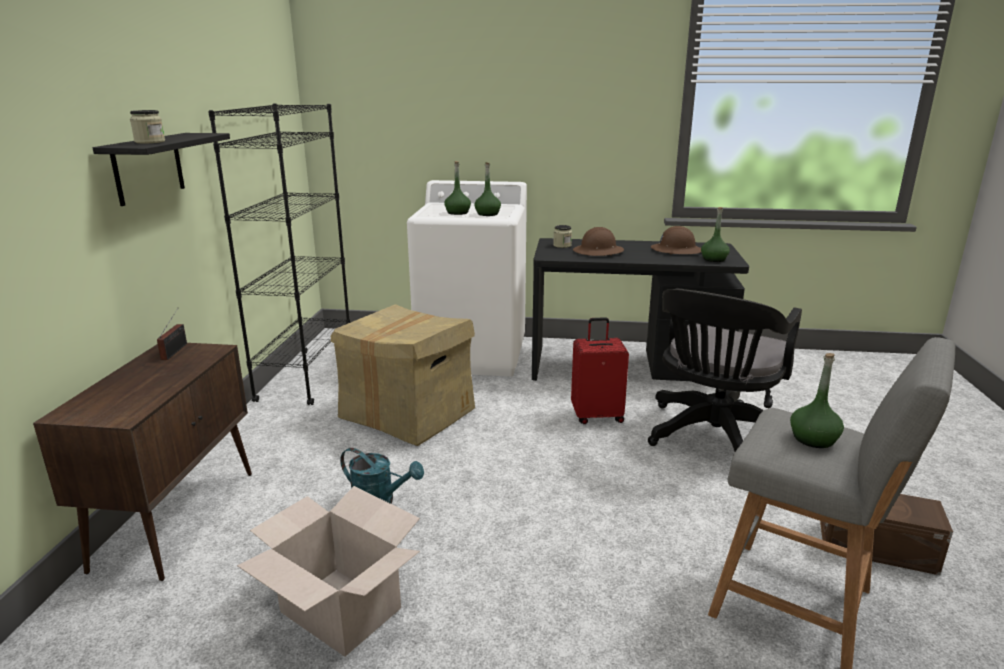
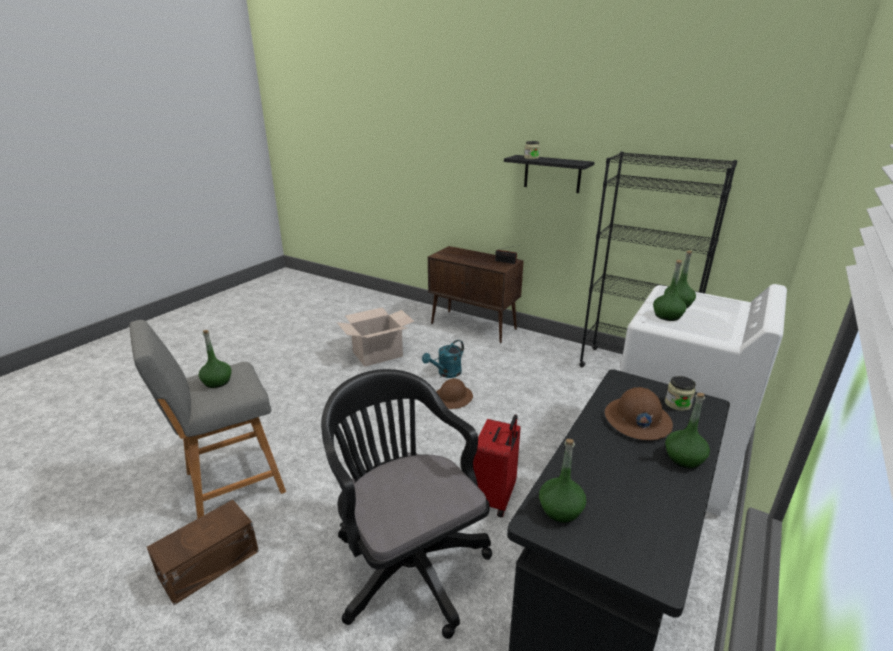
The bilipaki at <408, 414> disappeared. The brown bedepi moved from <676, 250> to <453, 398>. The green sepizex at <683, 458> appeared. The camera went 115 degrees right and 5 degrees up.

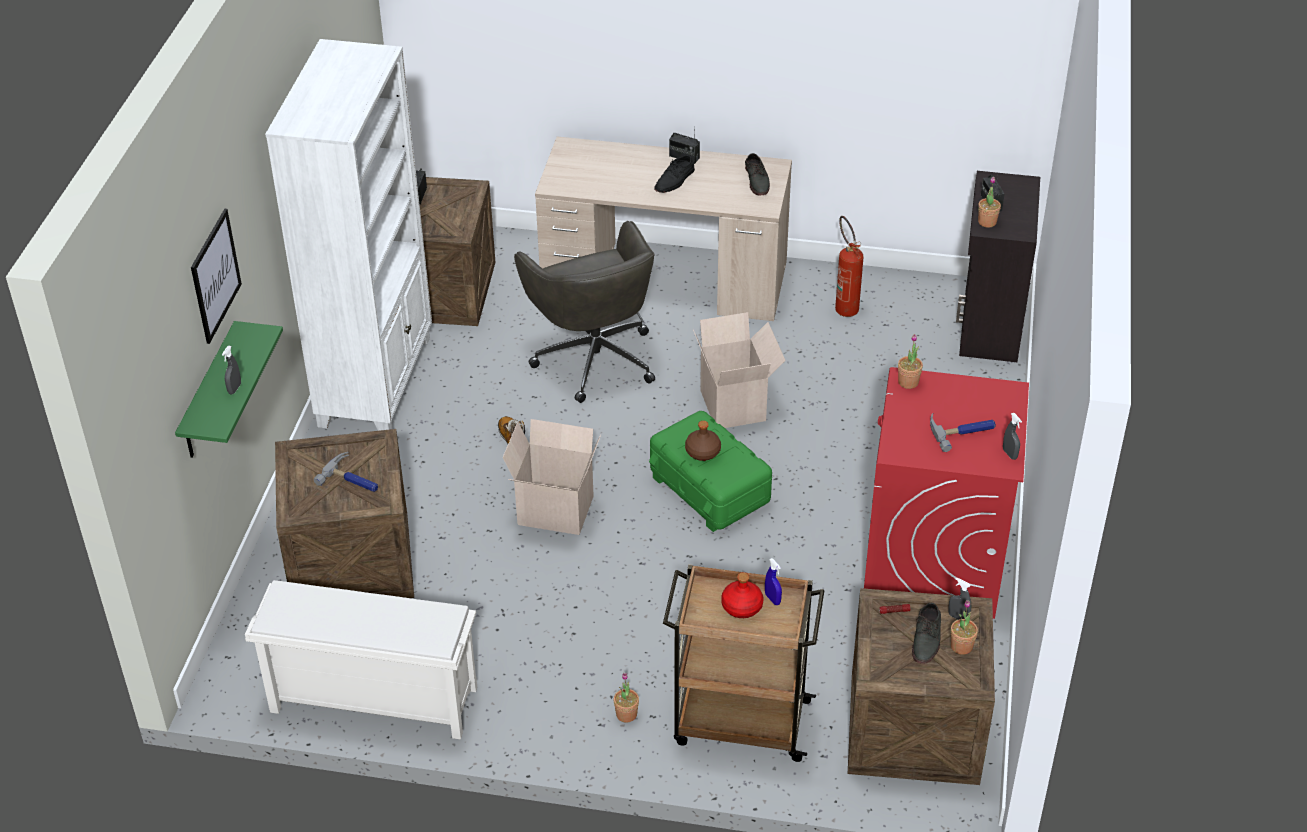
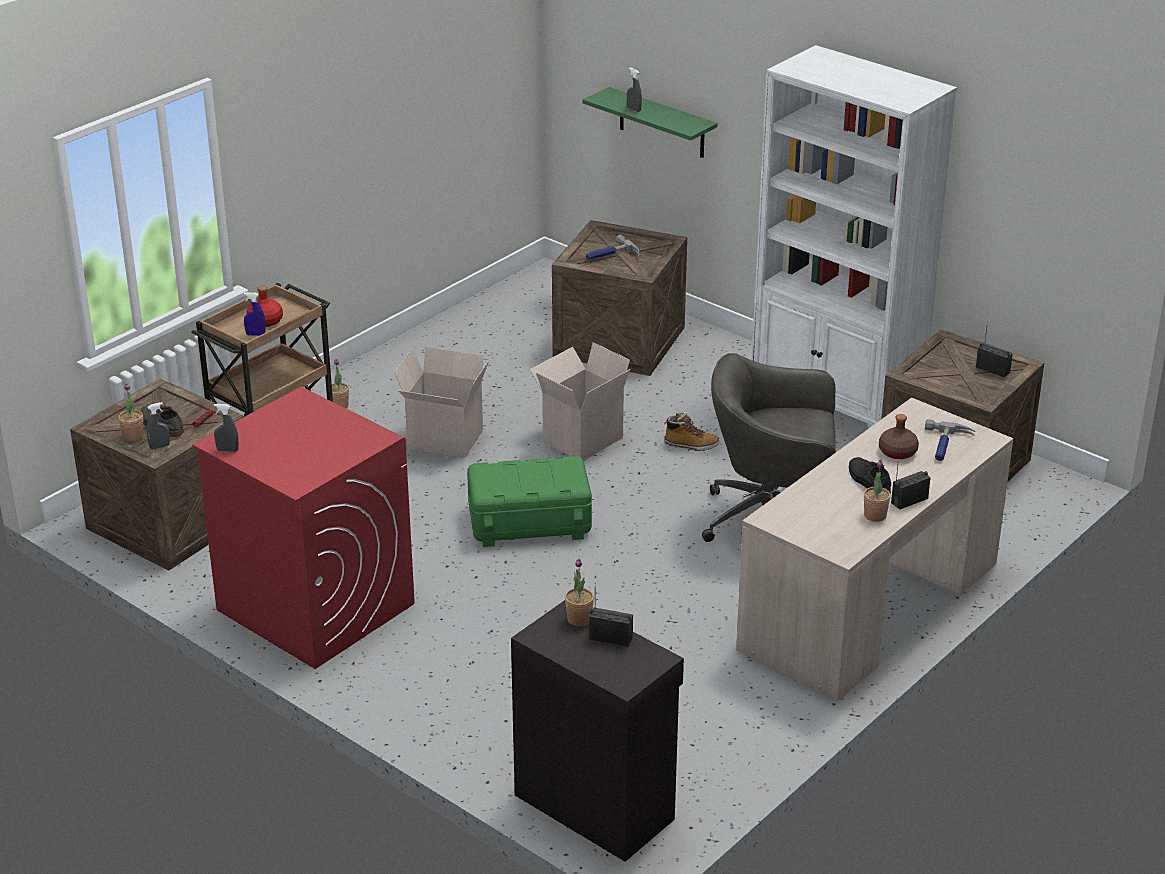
The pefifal at <215, 275> disappeared. The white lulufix at <371, 700> disappeared. The brown sepizex moved from <702, 451> to <897, 452>. The bilipaki moved from <735, 406> to <443, 440>. The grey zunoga at <757, 180> disappeared. The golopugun at <844, 306> disappeared. The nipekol moved from <908, 382> to <875, 515>. The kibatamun moved from <962, 431> to <946, 446>. The camera went 120 degrees right and 10 degrees down.

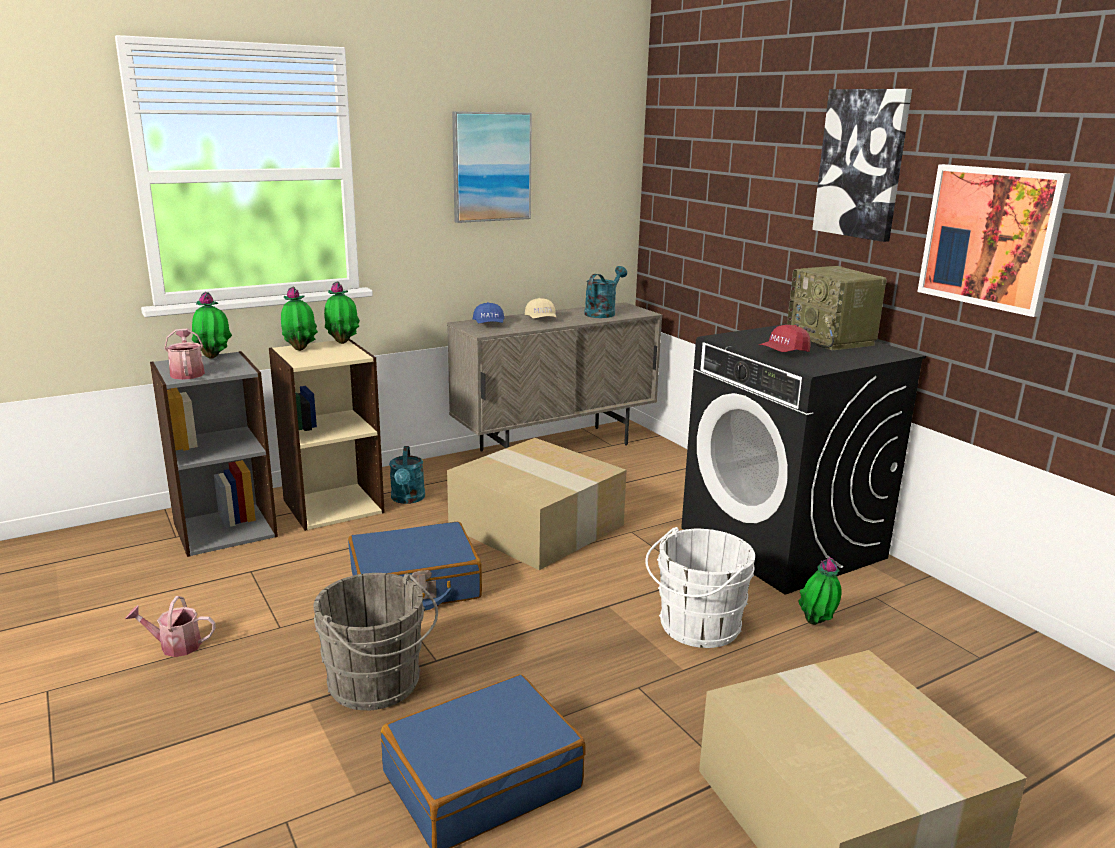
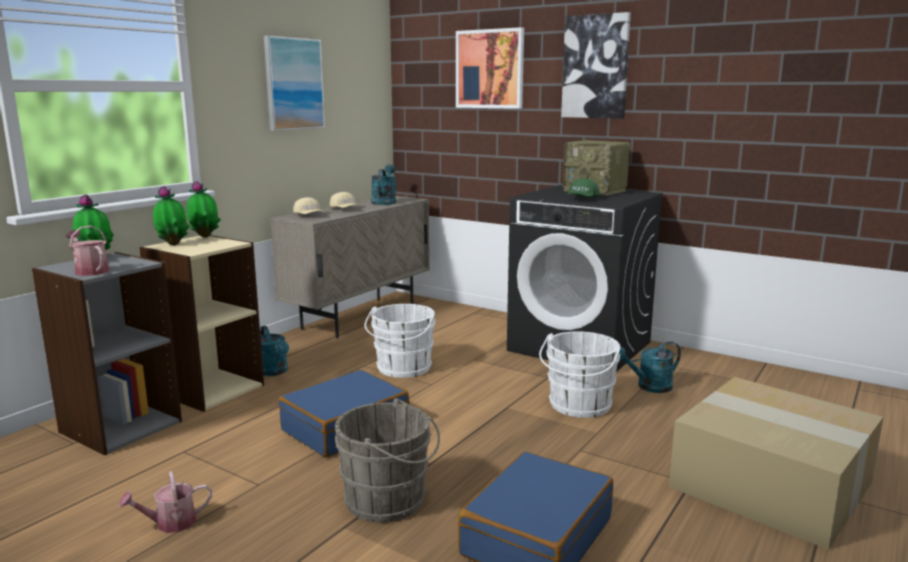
The bilipaki at <539, 526> was replaced by the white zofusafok at <402, 369>. The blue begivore at <489, 325> became the beige begivore at <309, 216>. The red begivore at <783, 353> became the green begivore at <582, 199>. The nipekol at <817, 624> was replaced by the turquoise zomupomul at <649, 387>. The pefifal moved from <990, 237> to <490, 69>. The camera went 25 degrees left and 5 degrees down.

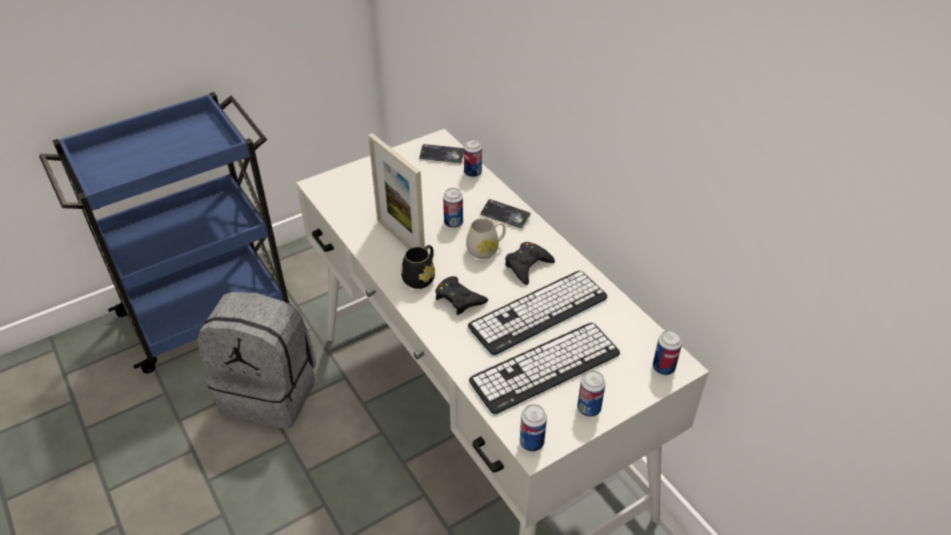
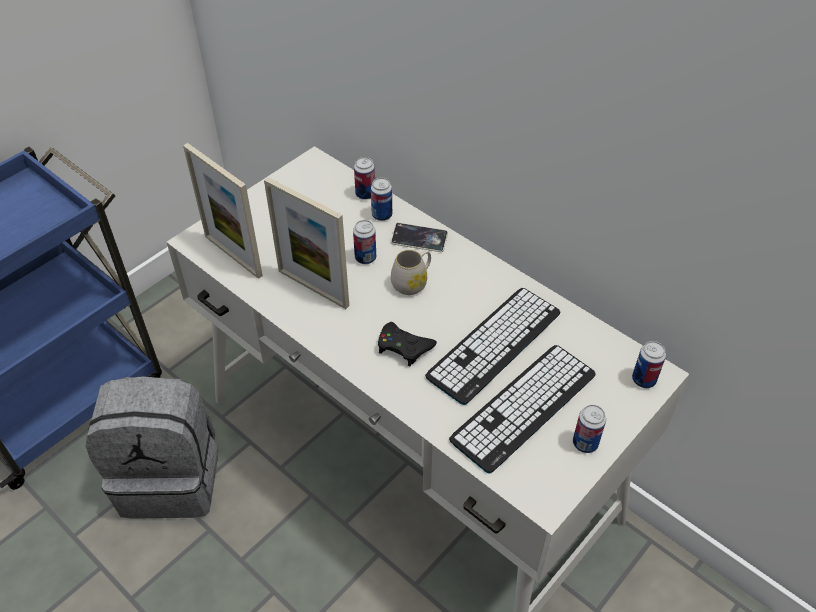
The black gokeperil at <421, 277> disappeared. The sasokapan at <442, 157> disappeared. The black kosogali at <527, 266> disappeared. The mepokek moved from <531, 442> to <382, 215>. The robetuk at <233, 256> appeared. The camera went 15 degrees left and 5 degrees up.

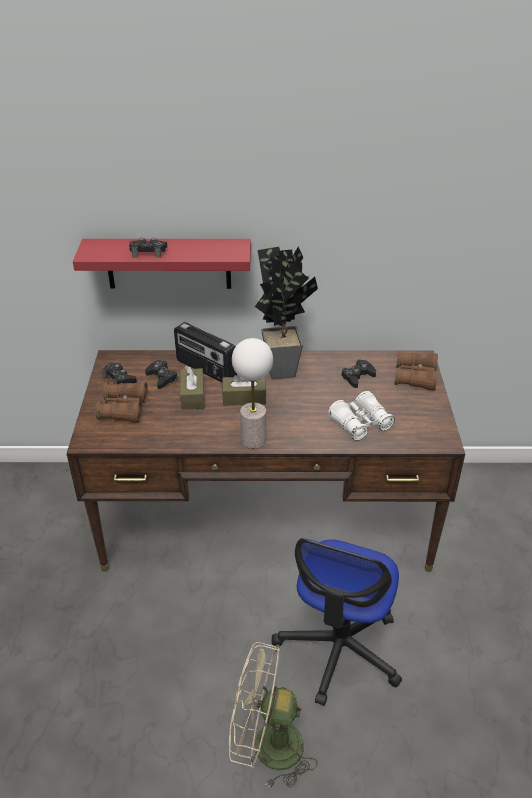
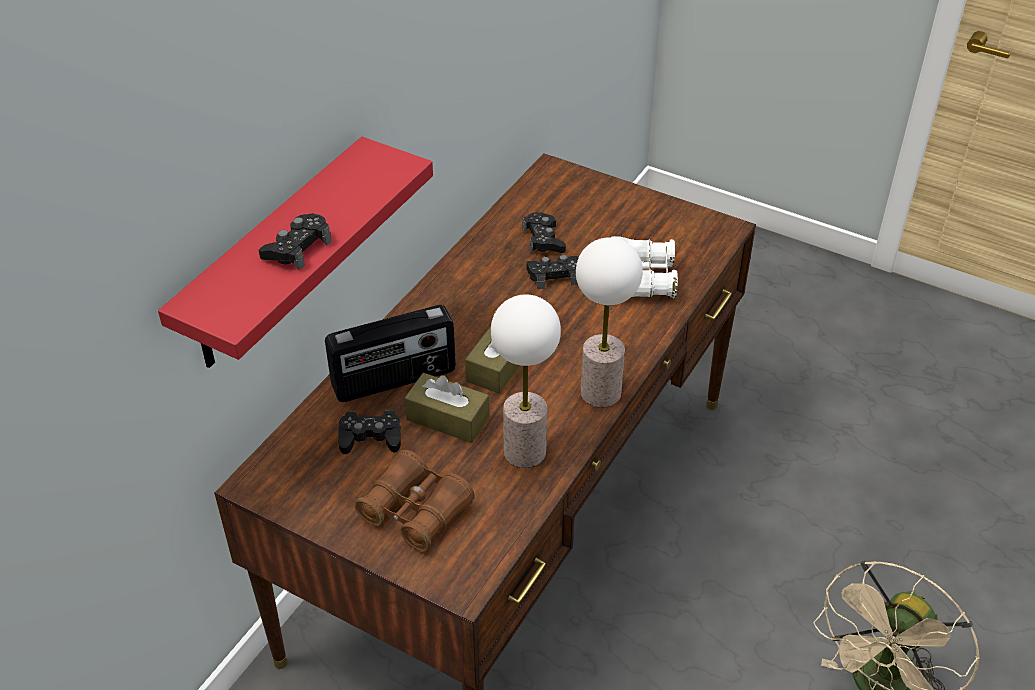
The black kosogali moved from <119, 379> to <554, 275>. The nipekol at <283, 367> disappeared. The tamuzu at <339, 648> disappeared. The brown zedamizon at <415, 377> disappeared. The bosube at <525, 452> appeared. The camera went 60 degrees left and 5 degrees up.

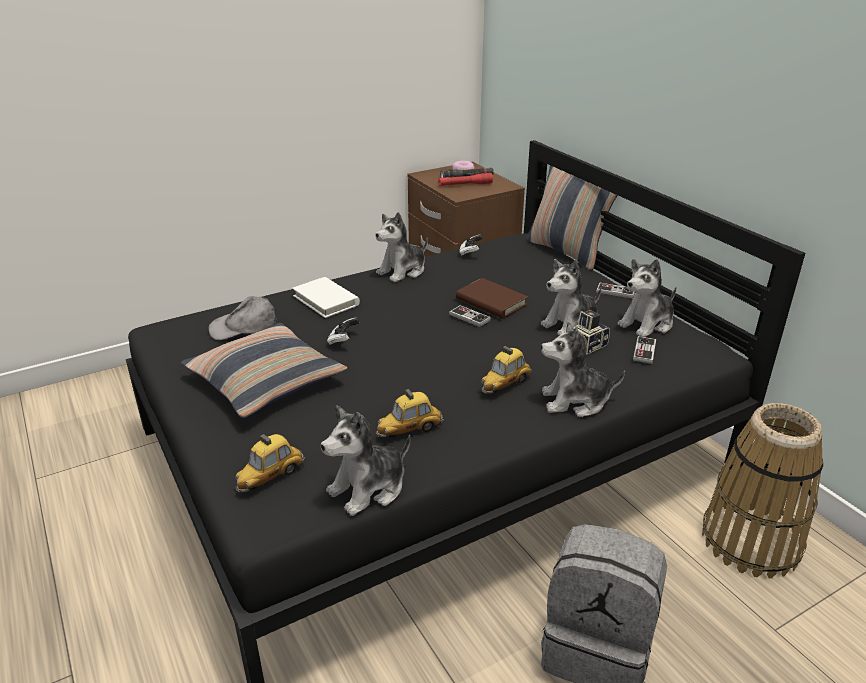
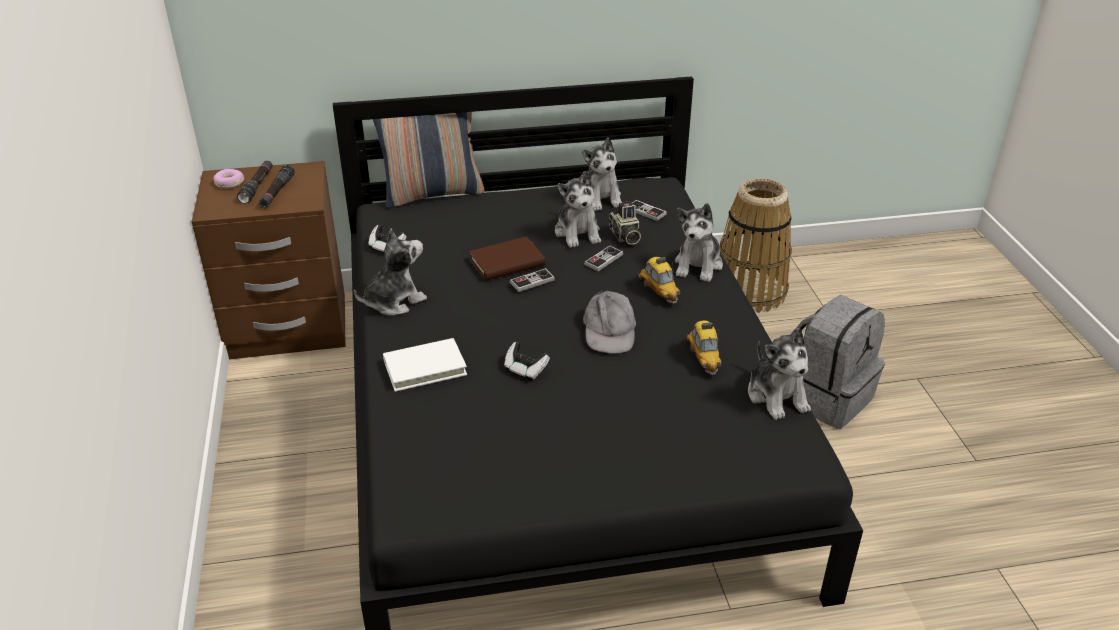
The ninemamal at <265, 381> disappeared. The grey begivore moved from <244, 327> to <609, 330>. The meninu at <270, 477> disappeared. The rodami at <402, 271> turned 105 degrees counterclockwise. The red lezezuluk at <465, 185> became the black lezezuluk at <277, 192>. The kosogali moved from <615, 292> to <603, 260>. The camera went 70 degrees left and 5 degrees up.

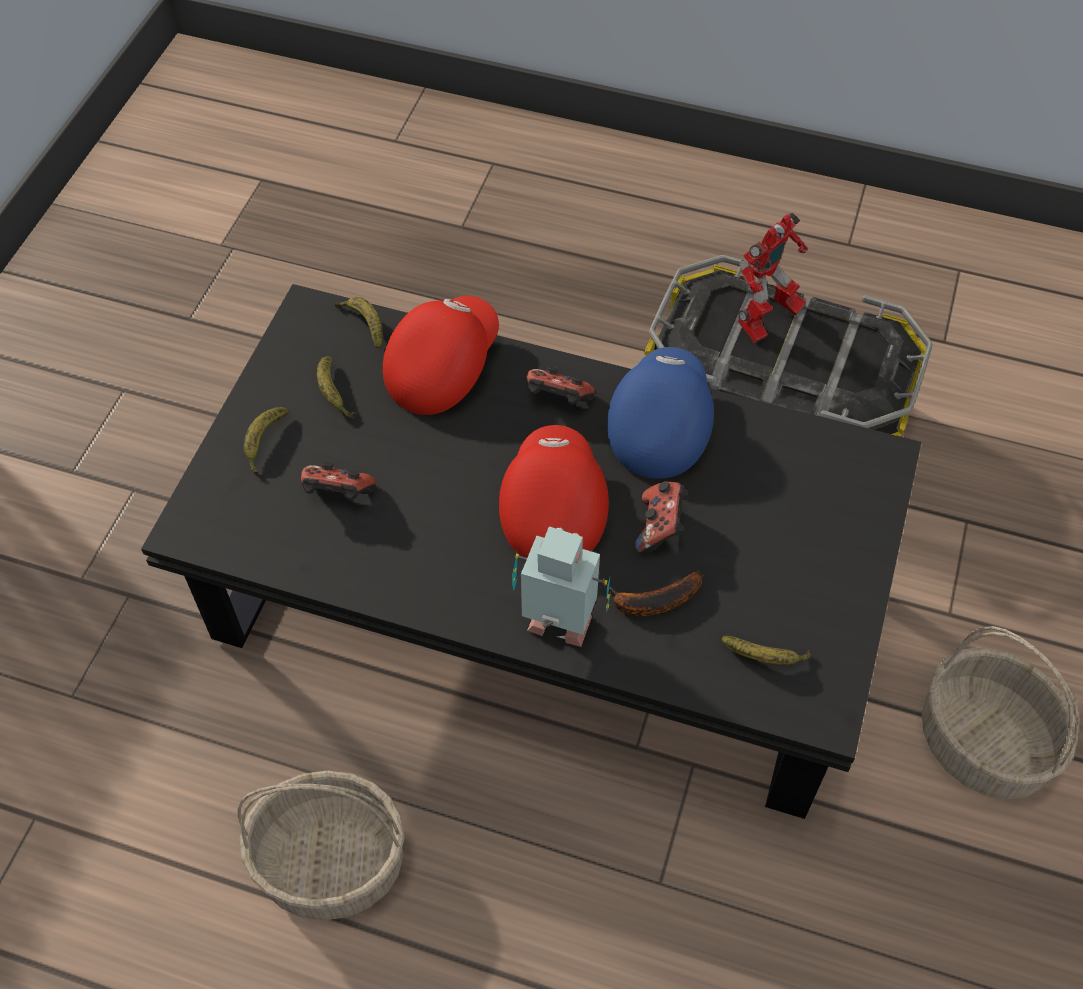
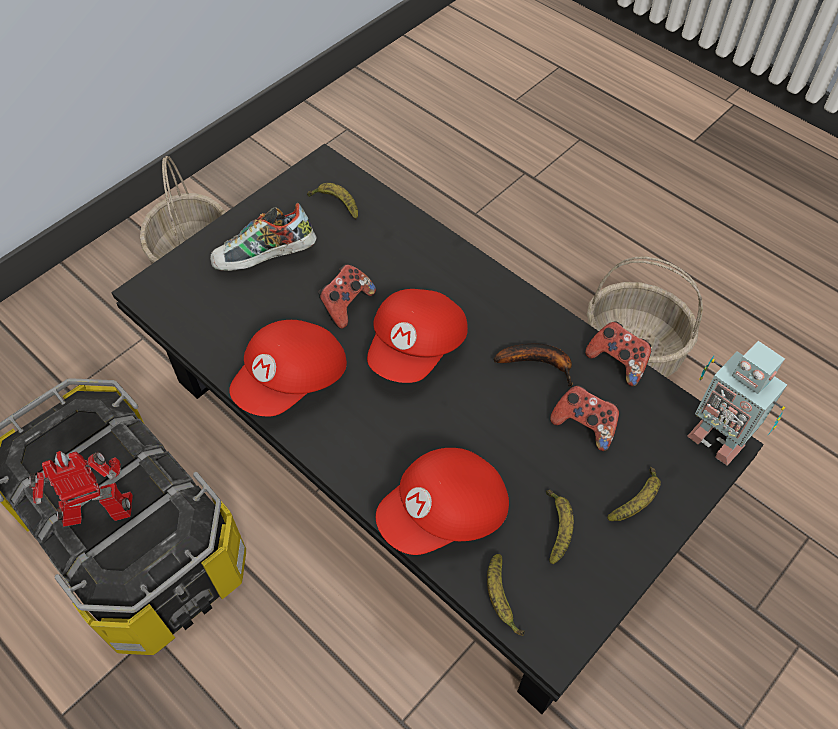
The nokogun moved from <560, 630> to <716, 437>. The kosogali moved from <557, 400> to <617, 361>. The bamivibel moved from <651, 601> to <539, 363>. The blue begivore at <658, 425> became the red begivore at <293, 381>. The zunoga at <265, 260> appeared. The camera went 155 degrees left and 0 degrees up.

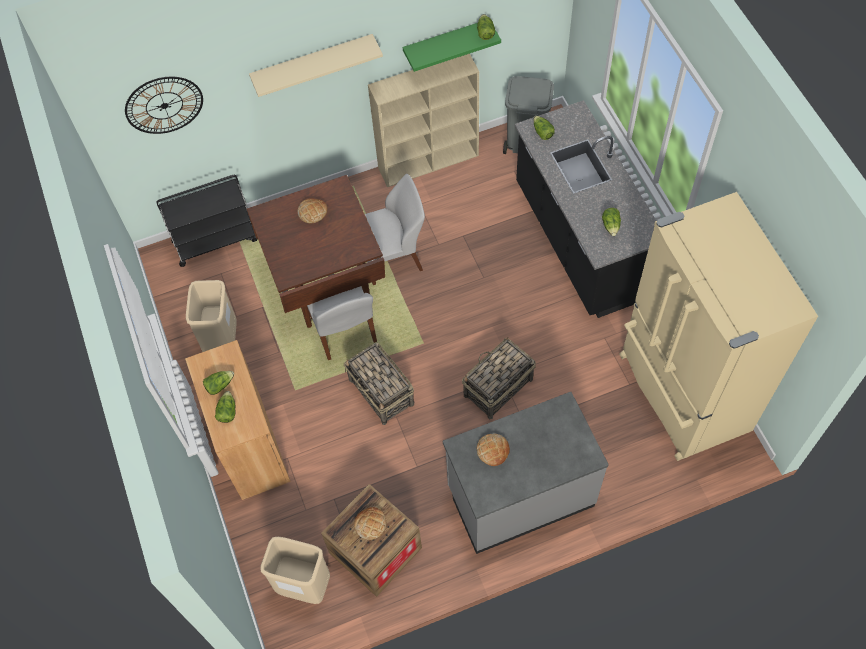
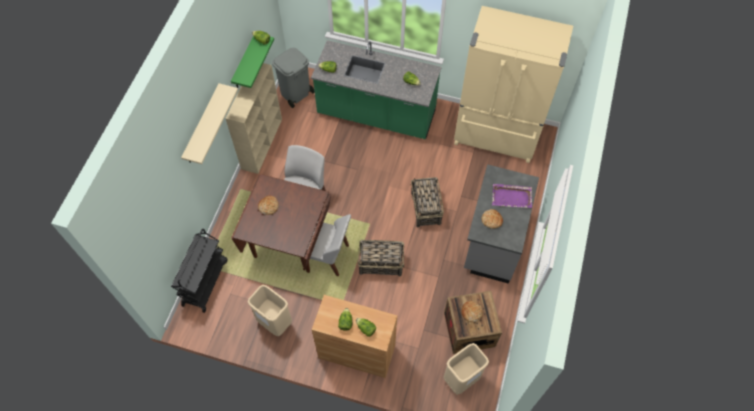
The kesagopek at <164, 105> disappeared. The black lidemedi at <579, 241> became the green lidemedi at <376, 114>. The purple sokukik at <512, 197> appeared. The camera went 55 degrees left and 0 degrees up.

